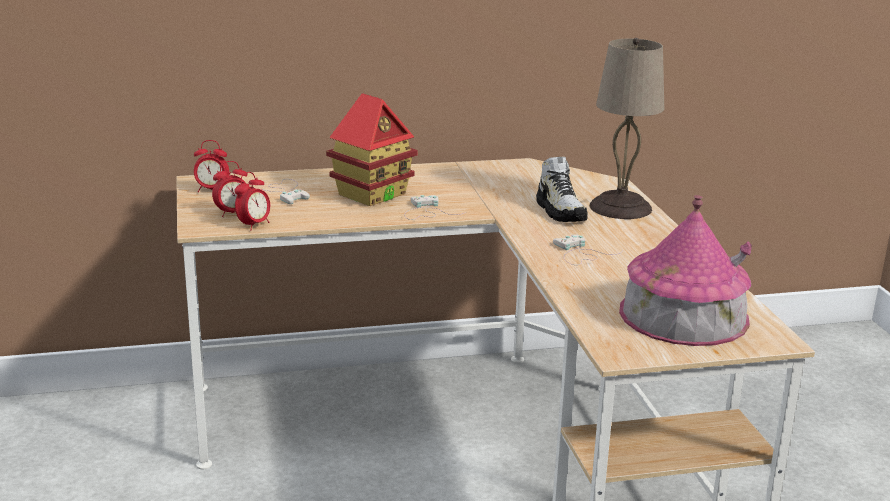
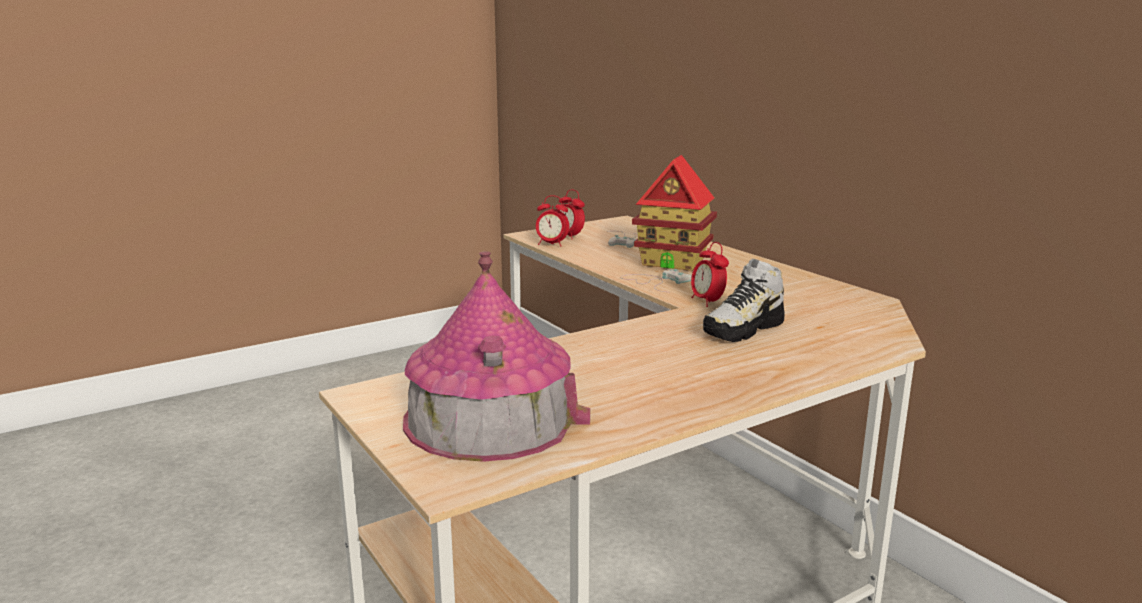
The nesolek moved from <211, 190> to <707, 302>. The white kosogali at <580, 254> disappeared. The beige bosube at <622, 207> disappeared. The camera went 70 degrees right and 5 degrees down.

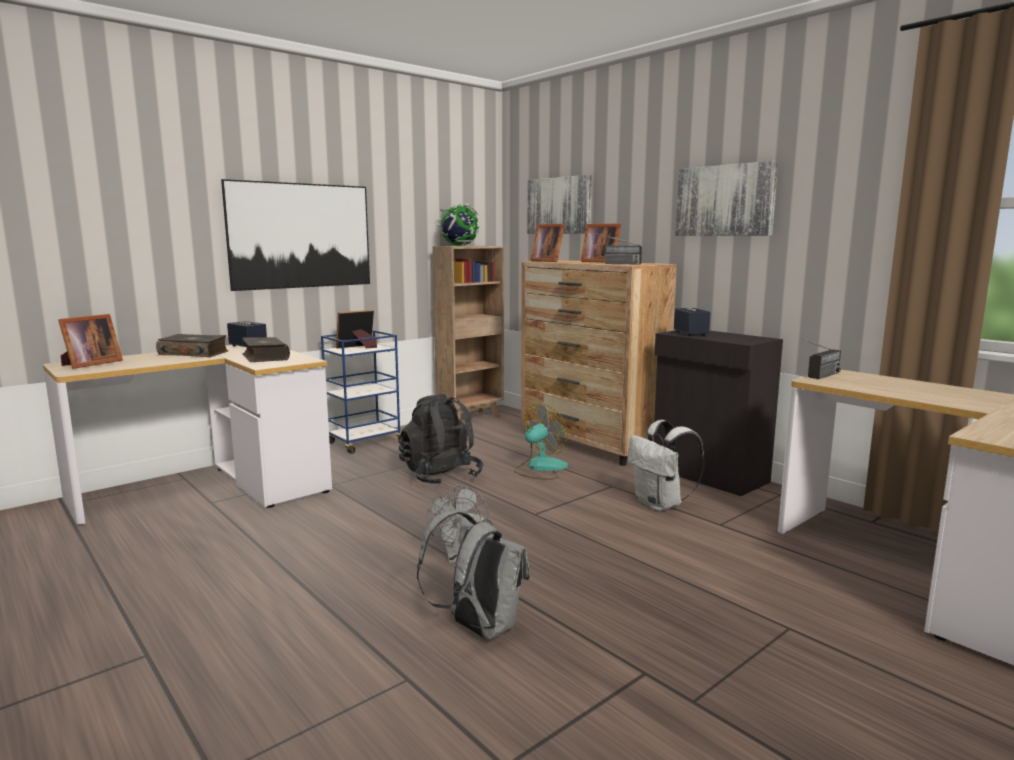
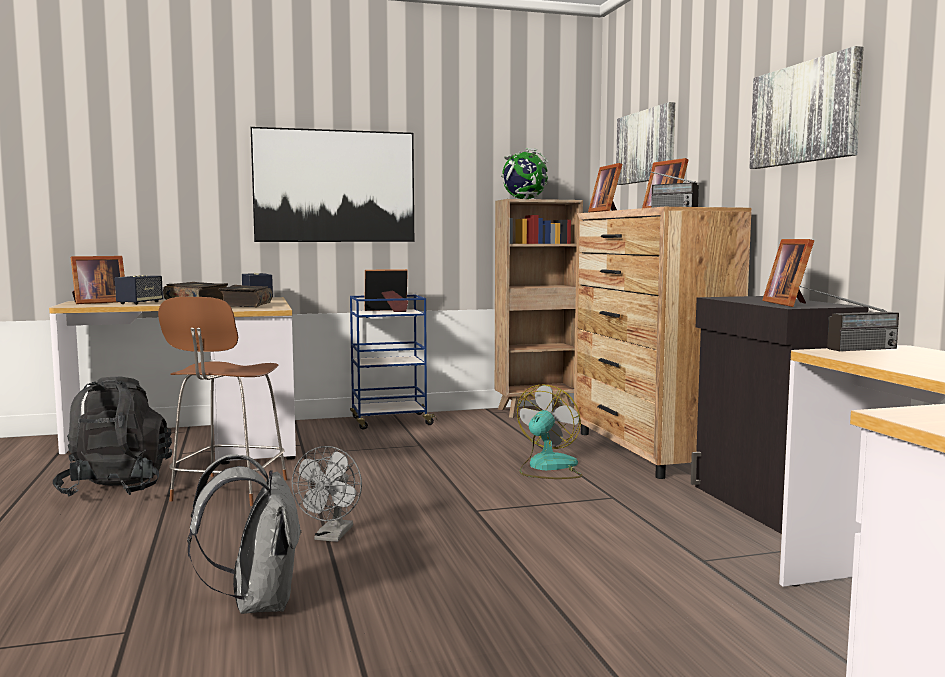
The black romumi moved from <440, 476> to <116, 488>. The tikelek at <540, 468> turned 45 degrees counterclockwise. The white romumi at <660, 505> disappeared. The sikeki moved from <690, 334> to <140, 303>. The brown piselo at <228, 491> appeared. The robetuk at <790, 304> appeared. The camera went 25 degrees right and 5 degrees down.

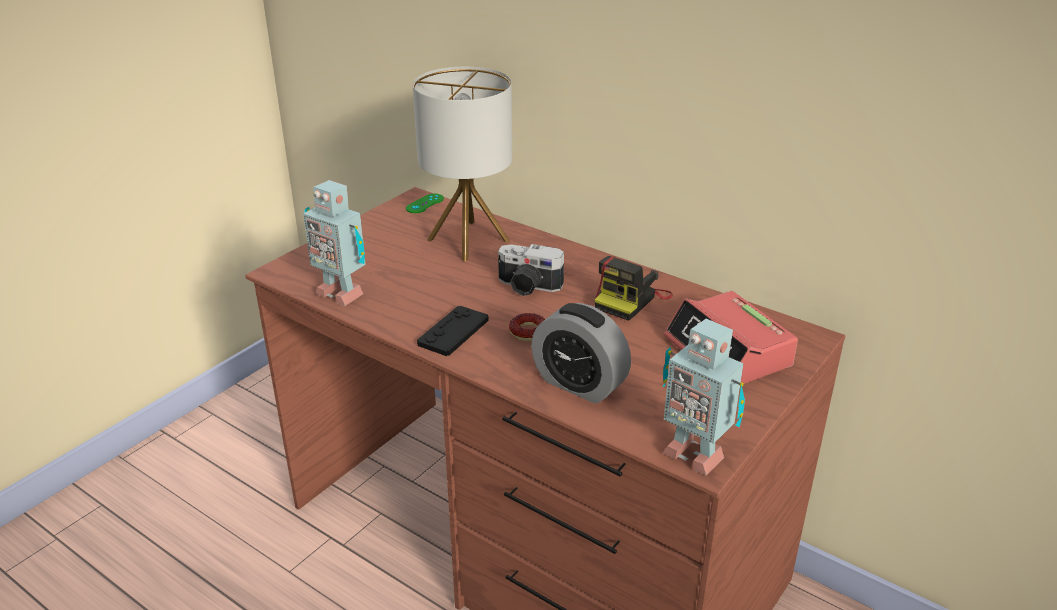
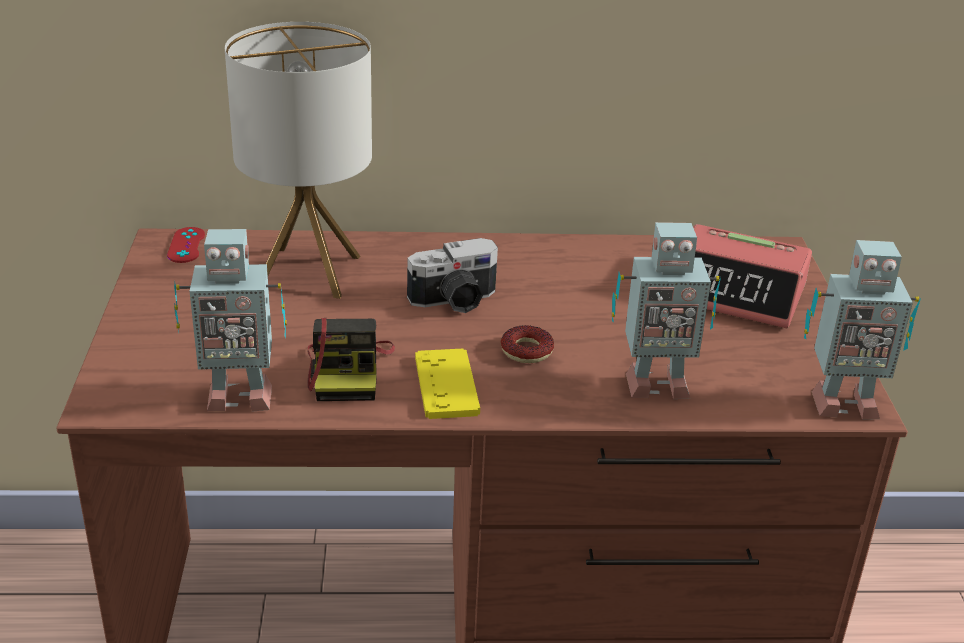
The green kosogali at <425, 204> became the red kosogali at <186, 245>. The black kosogali at <453, 332> became the yellow kosogali at <446, 385>. The nesolek at <579, 384> was replaced by the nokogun at <654, 384>. The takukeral moved from <631, 300> to <348, 371>. The camera went 40 degrees left and 0 degrees up.

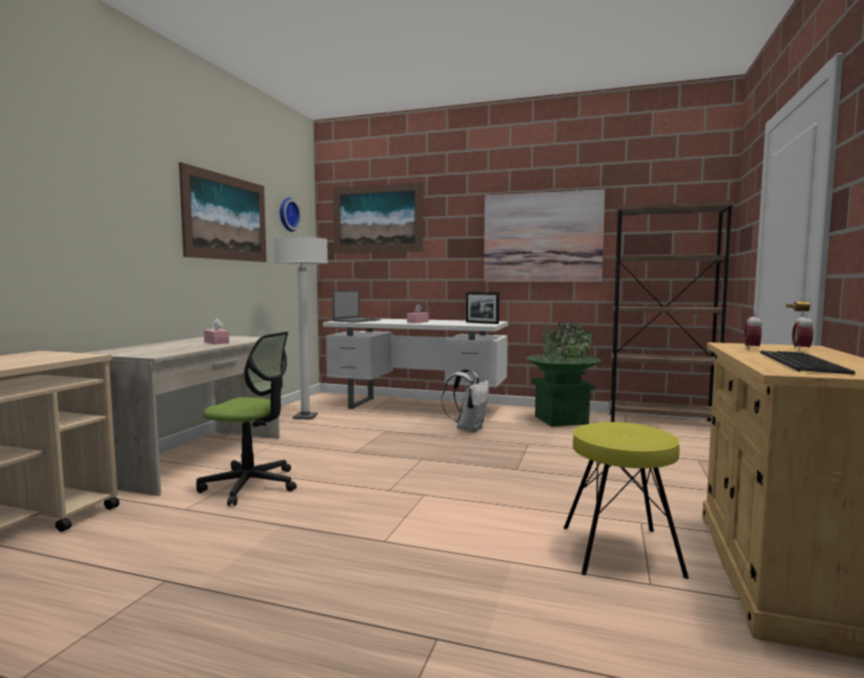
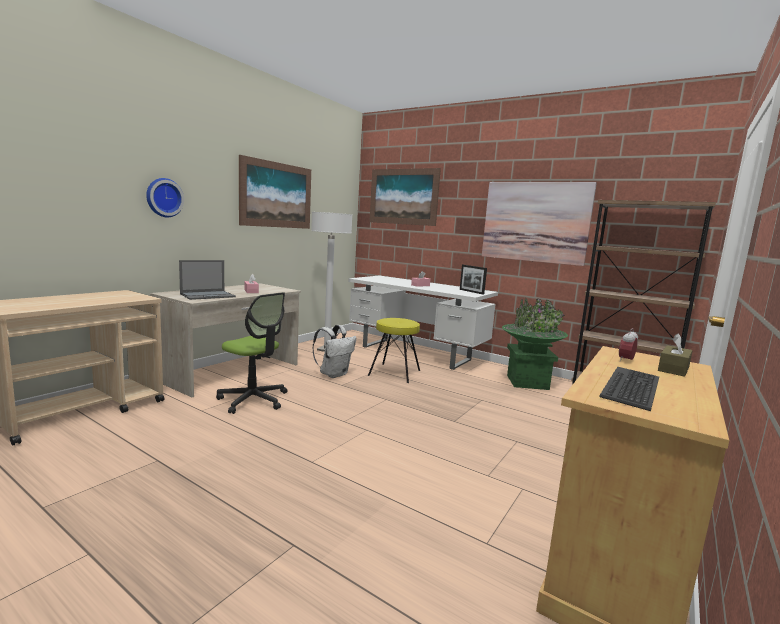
The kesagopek moved from <287, 214> to <163, 197>. The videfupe moved from <357, 320> to <208, 295>. The white romumi moved from <469, 429> to <334, 374>. The yellow piselo moved from <619, 551> to <394, 373>. The nesolek at <801, 350> was replaced by the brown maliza at <673, 369>. The camera went 15 degrees right and 5 degrees up.

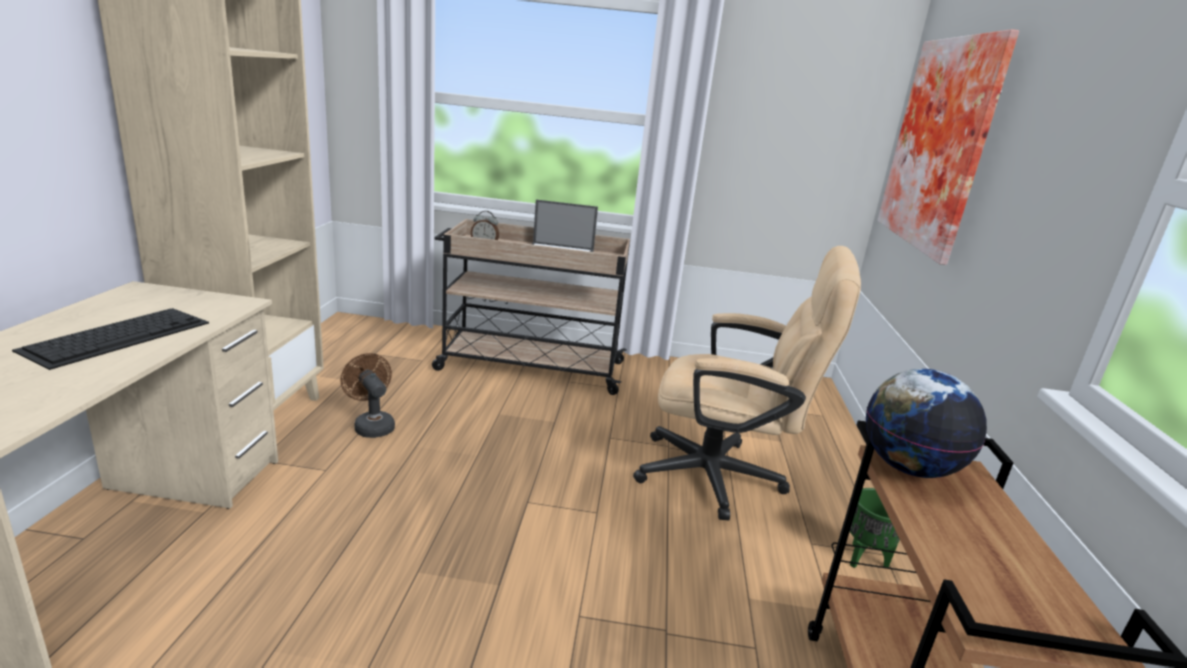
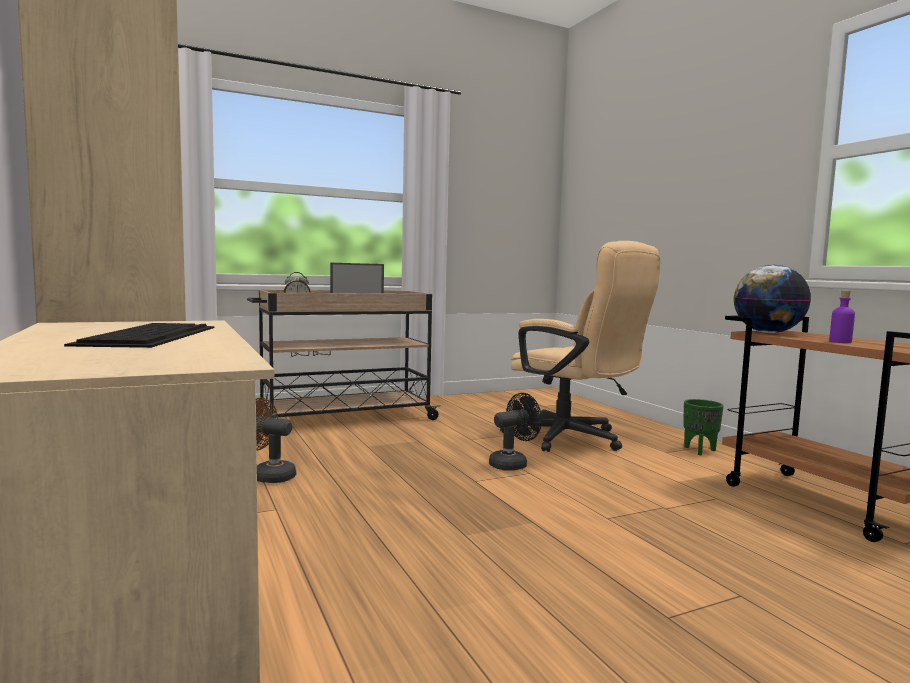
The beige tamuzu at <723, 478> turned 60 degrees clockwise. The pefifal at <945, 145> disappeared. The black tikelek at <513, 464> appeared. The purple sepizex at <840, 342> appeared. The camera went 30 degrees left and 15 degrees down.

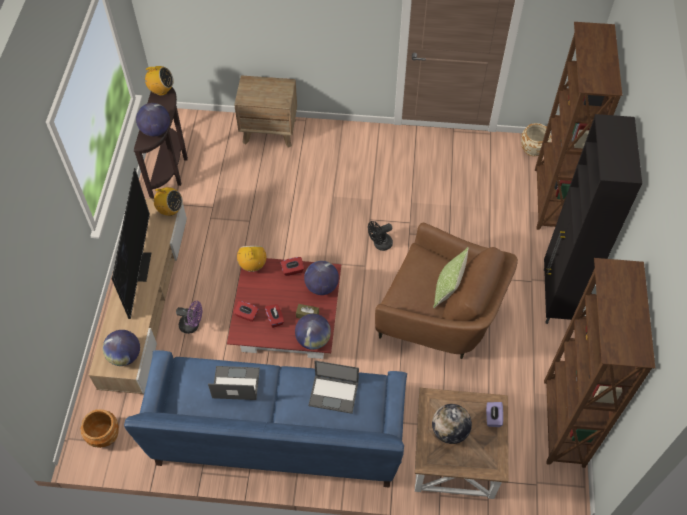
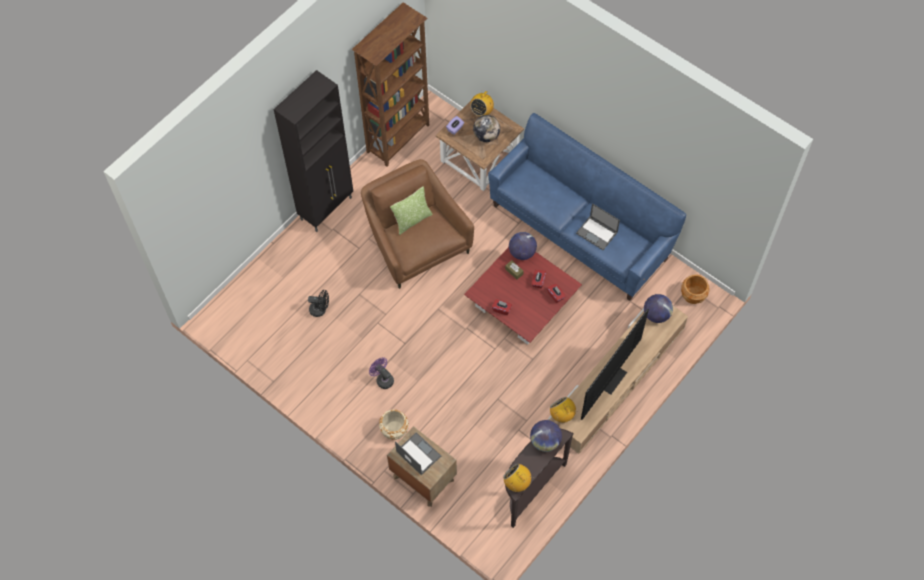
The purple tikelek moved from <192, 325> to <383, 379>. The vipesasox moved from <253, 265> to <482, 112>. The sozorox at <321, 286> disappeared. The videfupe moved from <334, 393> to <418, 453>. The black tikelek moved from <380, 244> to <320, 310>. The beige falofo moved from <533, 148> to <394, 430>. The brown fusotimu at <550, 200> disappeared. The camera went 145 degrees left and 5 degrees up.

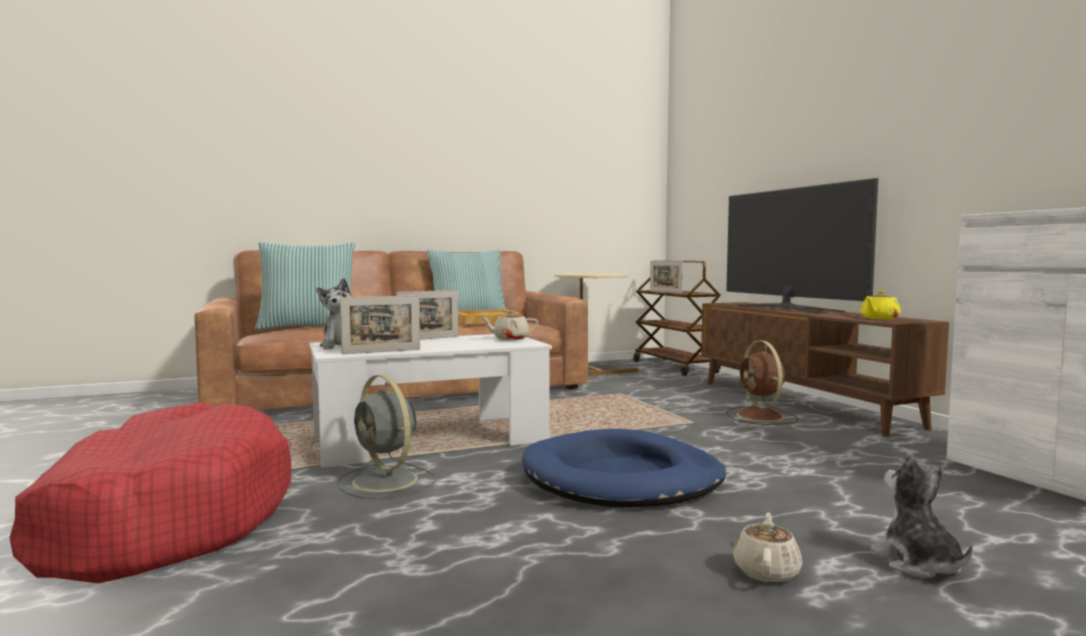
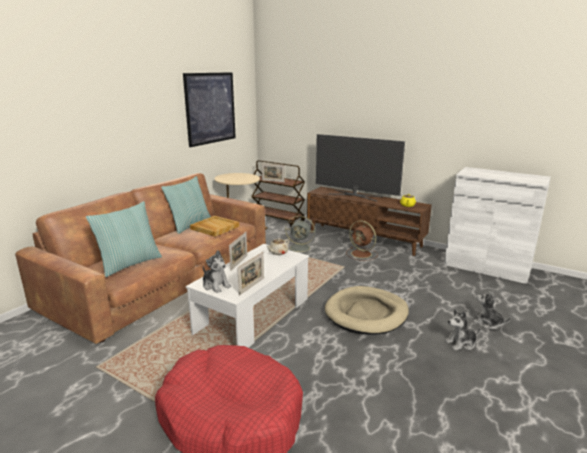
The grey tikelek moved from <387, 482> to <301, 248>. The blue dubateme at <622, 478> became the beige dubateme at <366, 313>. The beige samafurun at <766, 571> was replaced by the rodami at <461, 343>. The pefifal at <210, 108> appeared. The camera went 35 degrees left and 15 degrees up.

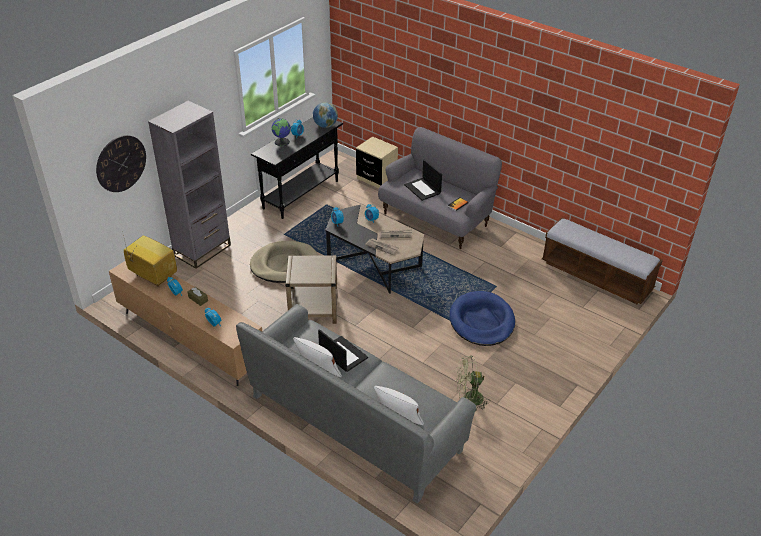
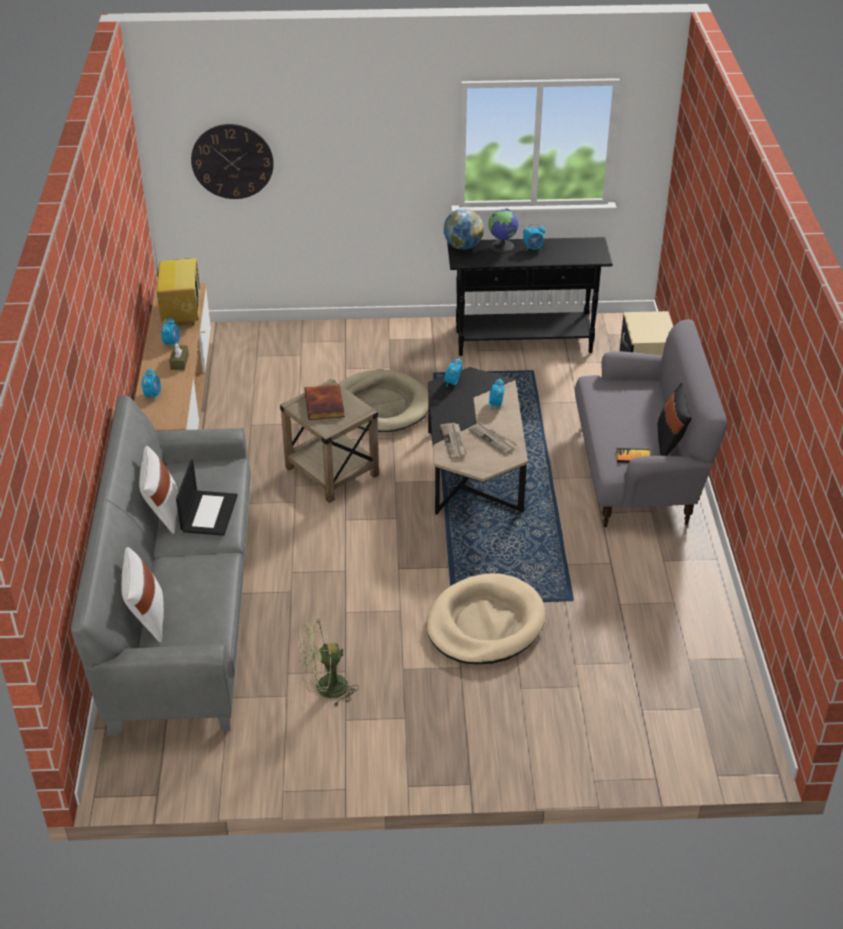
The grey fusotimu at <202, 250> disappeared. The sozorox moved from <325, 126> to <463, 246>. The videfupe at <423, 189> disappeared. The blue dubateme at <481, 321> became the beige dubateme at <485, 624>. The green tikelek at <469, 399> turned 60 degrees counterclockwise. The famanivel at <596, 276> disappeared. The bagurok at <325, 405> appeared. The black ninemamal at <671, 442> appeared. The camera went 50 degrees right and 0 degrees up.

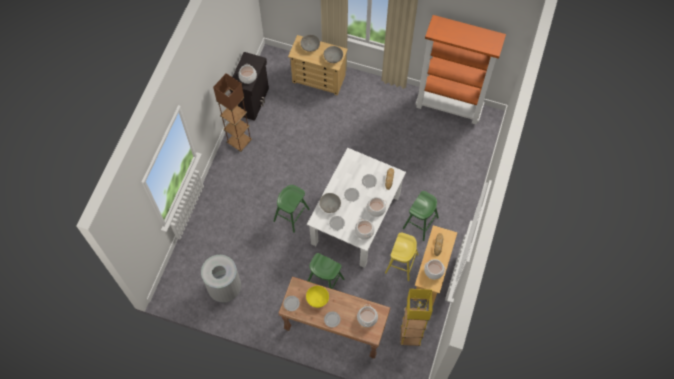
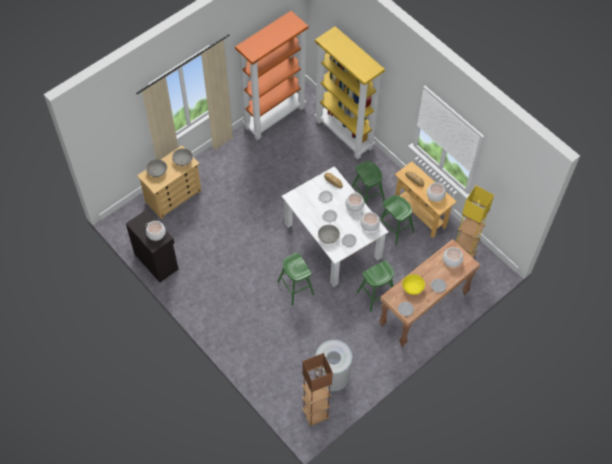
The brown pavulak moved from <239, 142> to <315, 414>. The yellow piselo at <401, 263> became the green piselo at <395, 228>. The yellow fusotimu at <345, 134> appeared. The camera went 60 degrees left and 5 degrees down.

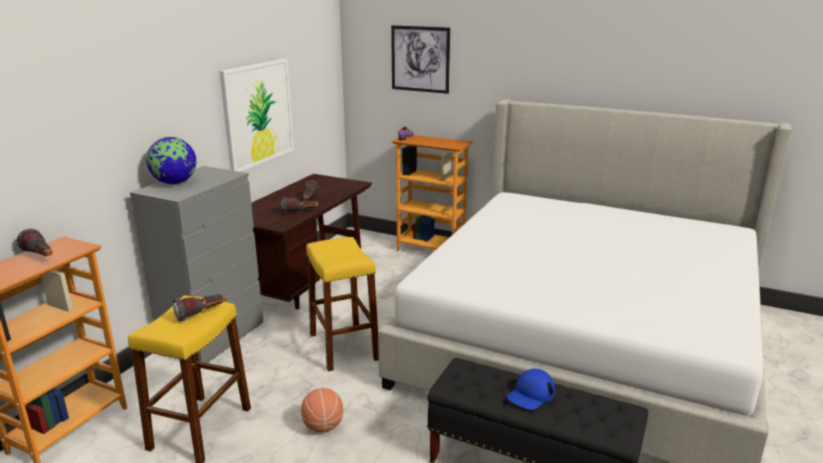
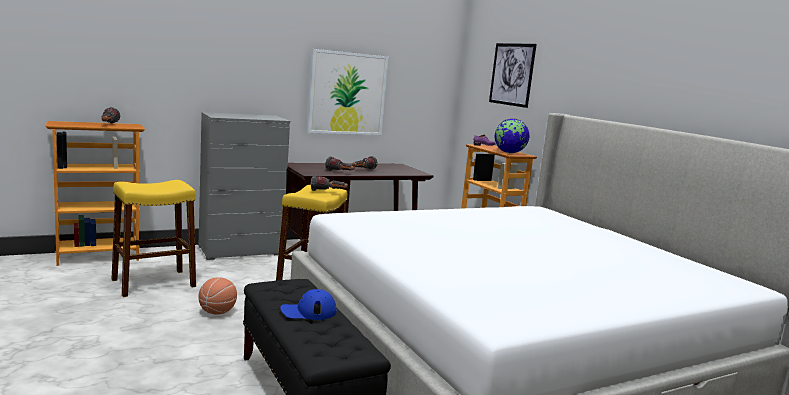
The sozorox moved from <175, 183> to <509, 153>. The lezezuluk moved from <201, 314> to <328, 192>. The camera went 35 degrees right and 10 degrees down.

